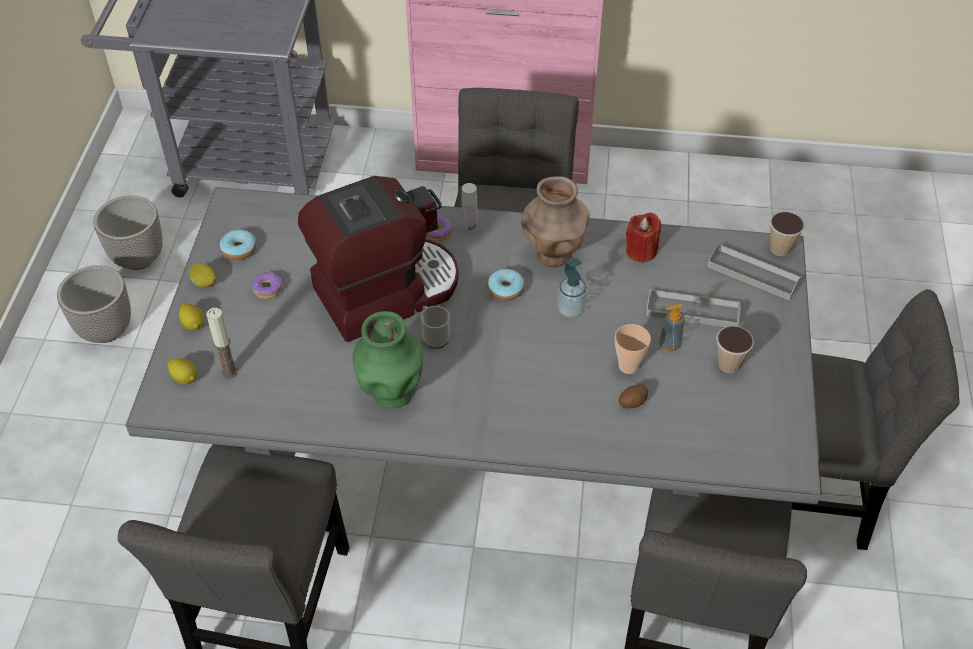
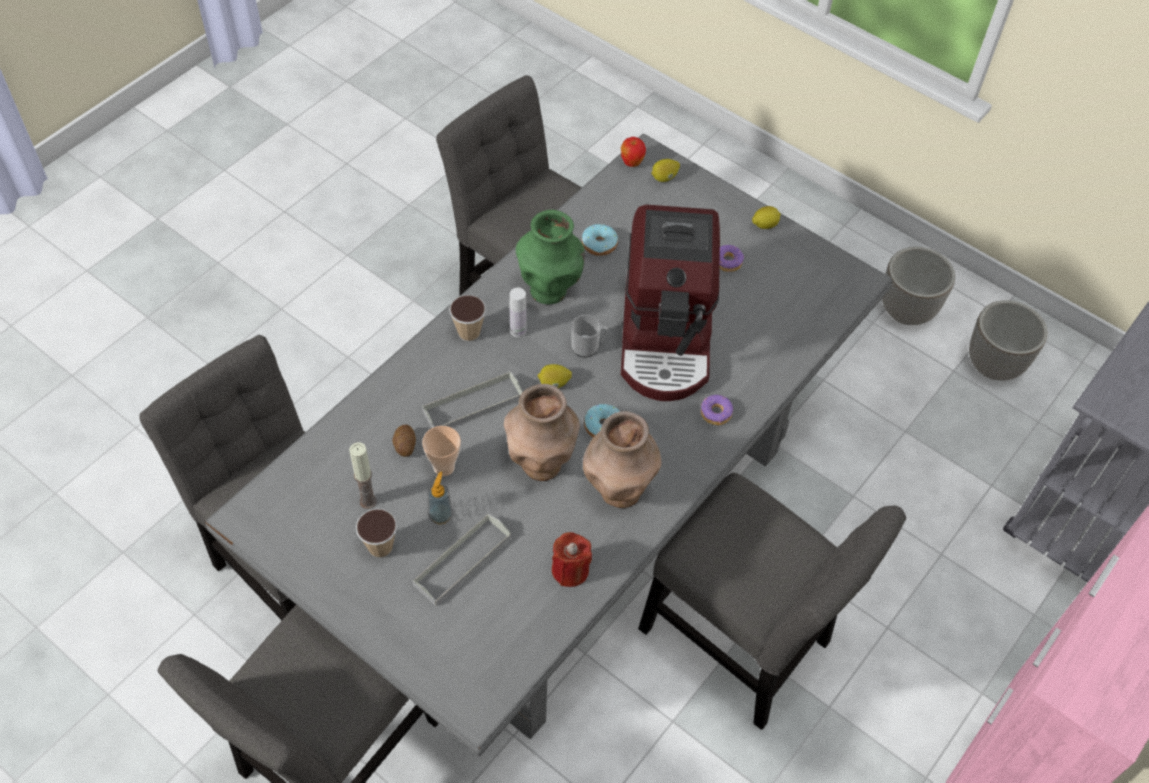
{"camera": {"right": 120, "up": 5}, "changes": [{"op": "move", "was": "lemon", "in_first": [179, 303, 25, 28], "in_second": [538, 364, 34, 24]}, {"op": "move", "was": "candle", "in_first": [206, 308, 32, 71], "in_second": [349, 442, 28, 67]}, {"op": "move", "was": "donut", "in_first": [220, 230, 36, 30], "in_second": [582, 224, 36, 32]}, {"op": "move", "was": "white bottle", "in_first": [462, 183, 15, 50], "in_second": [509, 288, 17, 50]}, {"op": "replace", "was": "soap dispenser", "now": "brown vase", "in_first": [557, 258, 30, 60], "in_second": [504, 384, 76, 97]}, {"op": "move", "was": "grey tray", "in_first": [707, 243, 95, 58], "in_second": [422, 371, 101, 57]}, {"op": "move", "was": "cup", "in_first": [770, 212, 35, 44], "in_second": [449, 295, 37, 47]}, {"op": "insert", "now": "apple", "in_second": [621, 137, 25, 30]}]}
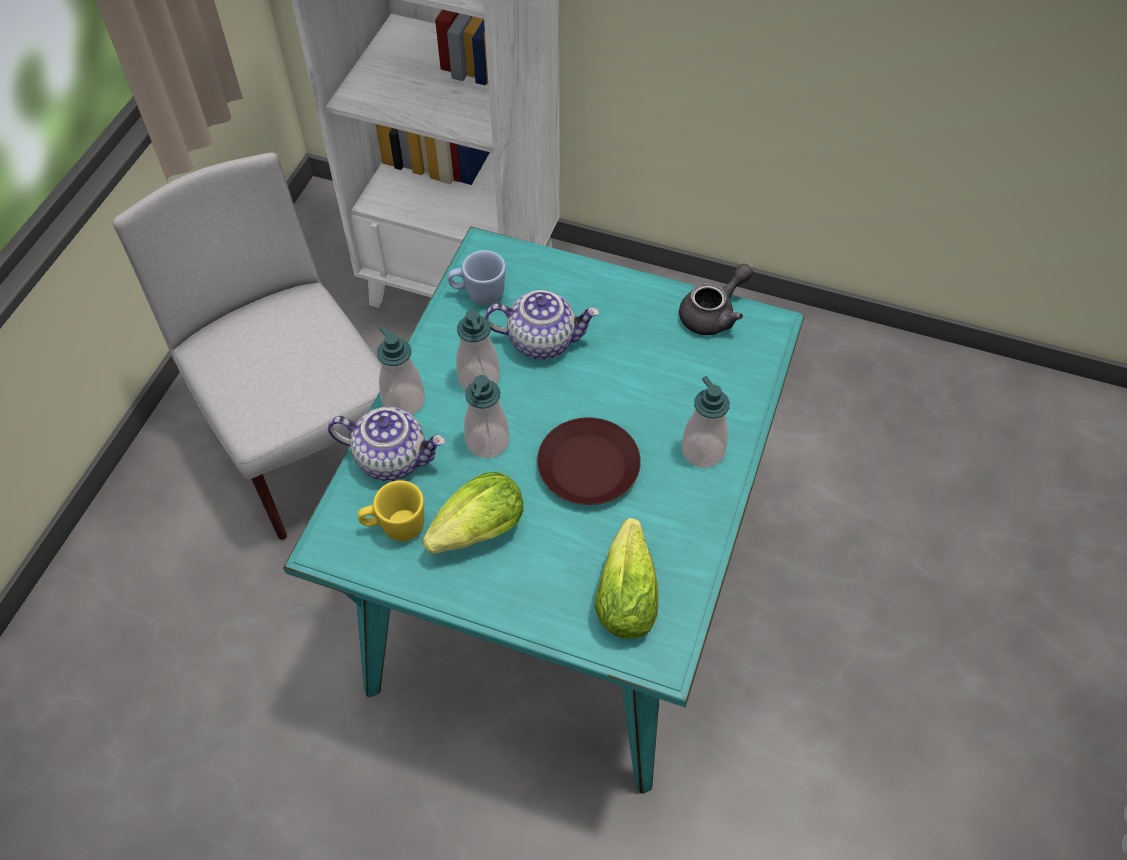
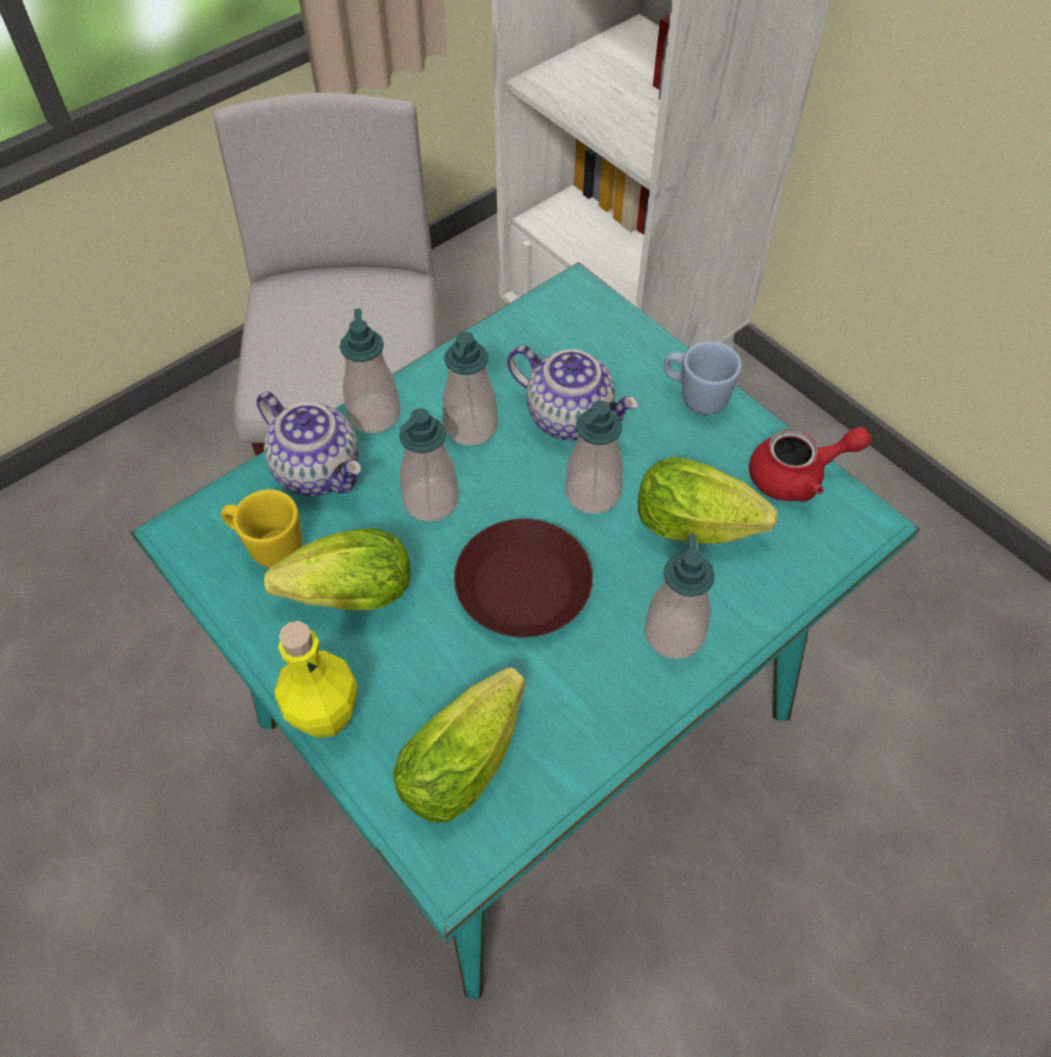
{"camera": {"right": 30, "up": 0}, "changes": [{"op": "move", "was": "blue mug", "in_first": [448, 250, 58, 56], "in_second": [664, 341, 78, 74]}, {"op": "recolor", "was": "grey teapot", "now": "red teapot", "in_first": [679, 263, 74, 72], "in_second": [749, 427, 122, 75]}, {"op": "insert", "now": "yellow bottle", "in_second": [275, 621, 83, 117]}, {"op": "insert", "now": "soap dispenser", "in_second": [565, 400, 58, 114]}, {"op": "insert", "now": "lettuce", "in_second": [638, 457, 139, 87]}]}
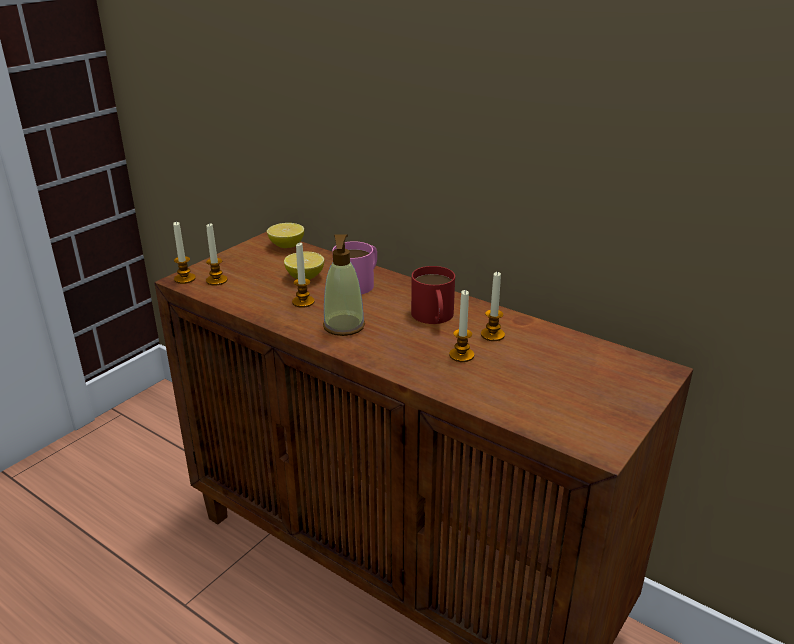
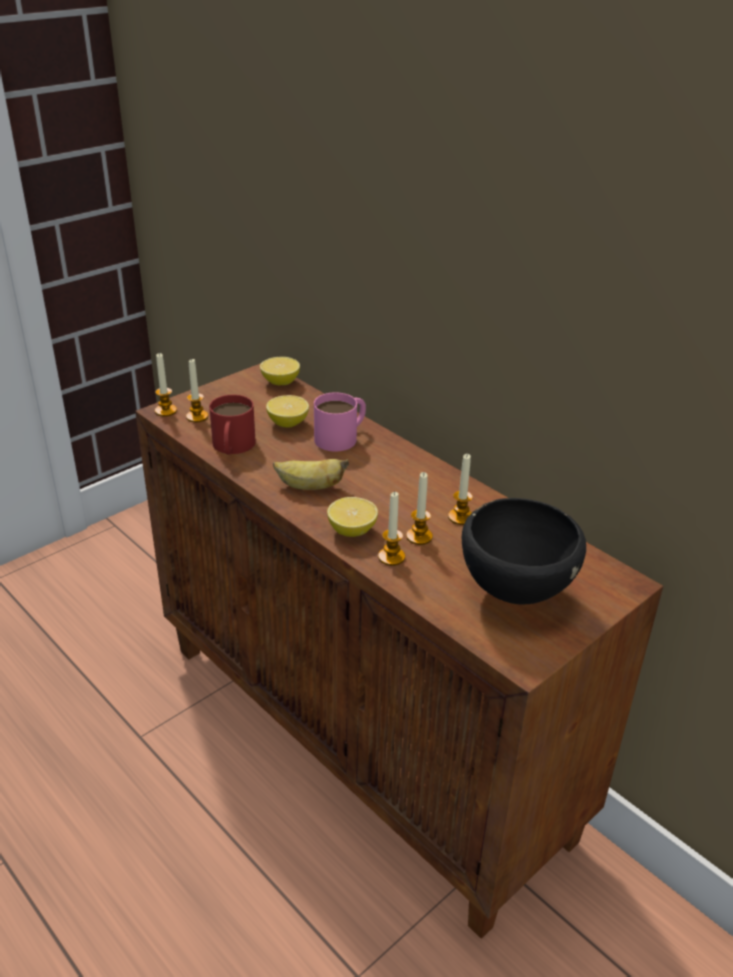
{"camera": {"right": 10, "up": 5}, "changes": [{"op": "move", "was": "candle", "in_first": [292, 243, 22, 65], "in_second": [378, 492, 27, 74]}, {"op": "replace", "was": "soap dispenser", "now": "banana", "in_first": [323, 235, 42, 101], "in_second": [273, 459, 76, 31]}, {"op": "move", "was": "red mug", "in_first": [411, 266, 44, 58], "in_second": [209, 395, 47, 59]}, {"op": "insert", "now": "lemon", "in_second": [327, 497, 51, 40]}, {"op": "insert", "now": "black bowl", "in_second": [462, 498, 124, 106]}]}
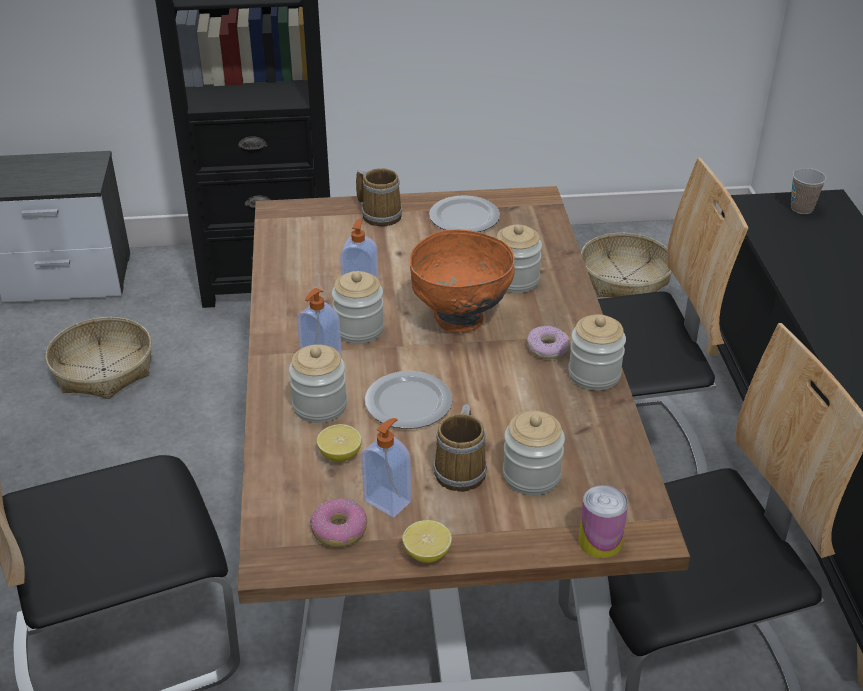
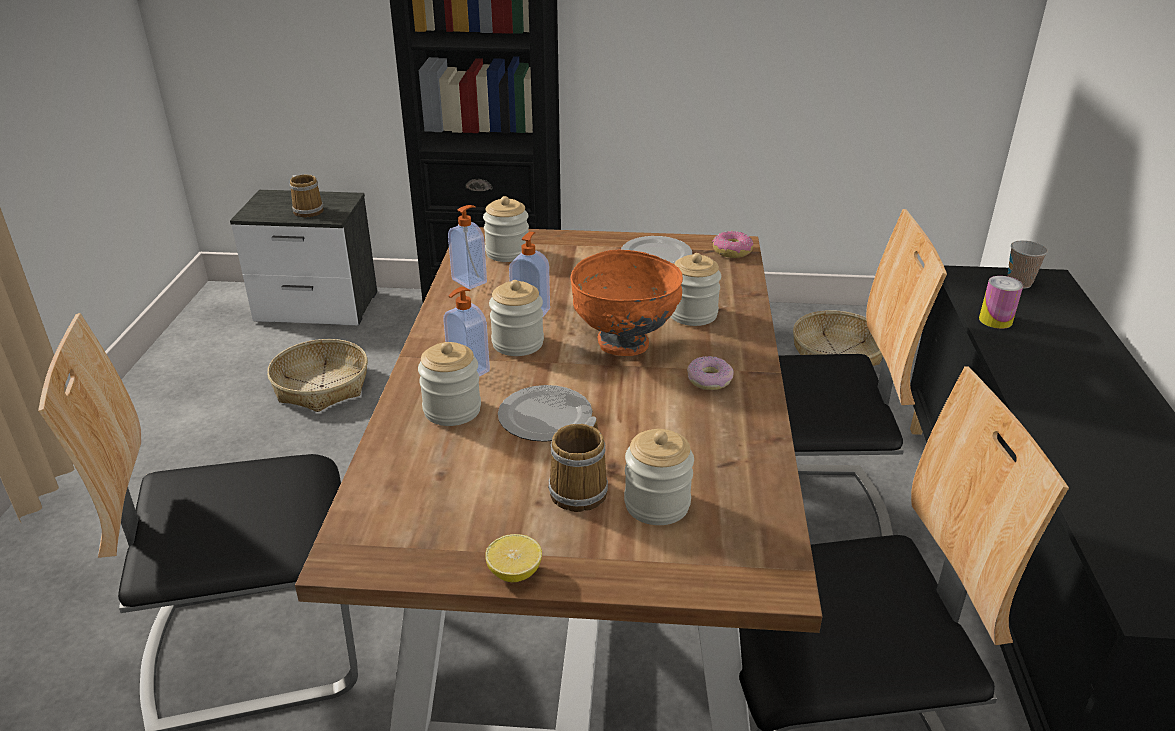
{"camera": {"right": 10, "up": -5}, "changes": [{"op": "move", "was": "donut", "in_first": [310, 498, 57, 49], "in_second": [712, 231, 41, 27]}, {"op": "delete", "was": "lemon", "in_first": [317, 424, 45, 38]}, {"op": "move", "was": "mug", "in_first": [356, 168, 46, 58], "in_second": [290, 174, 34, 43]}, {"op": "move", "was": "soap dispenser", "in_first": [361, 418, 50, 99], "in_second": [448, 205, 39, 84]}, {"op": "move", "was": "jar", "in_first": [568, 315, 58, 76], "in_second": [483, 196, 46, 66]}, {"op": "move", "was": "can", "in_first": [579, 485, 49, 73], "in_second": [979, 276, 44, 53]}]}
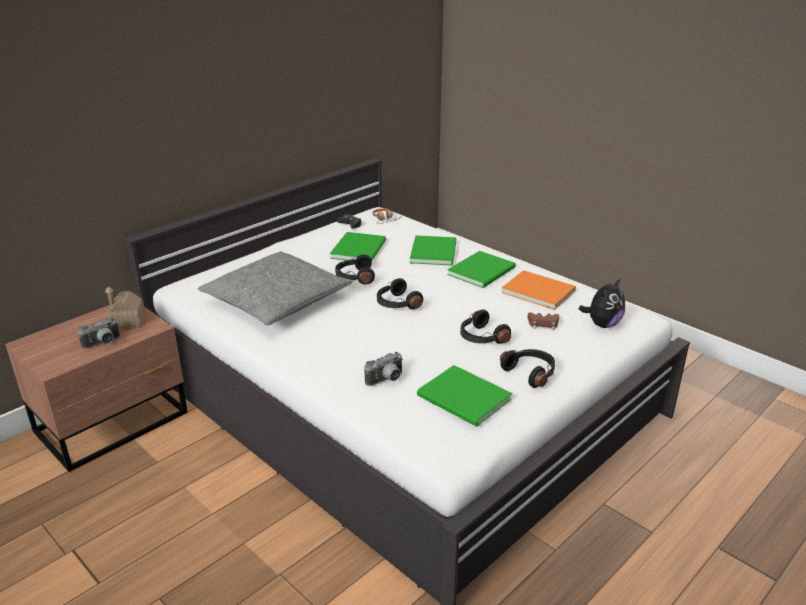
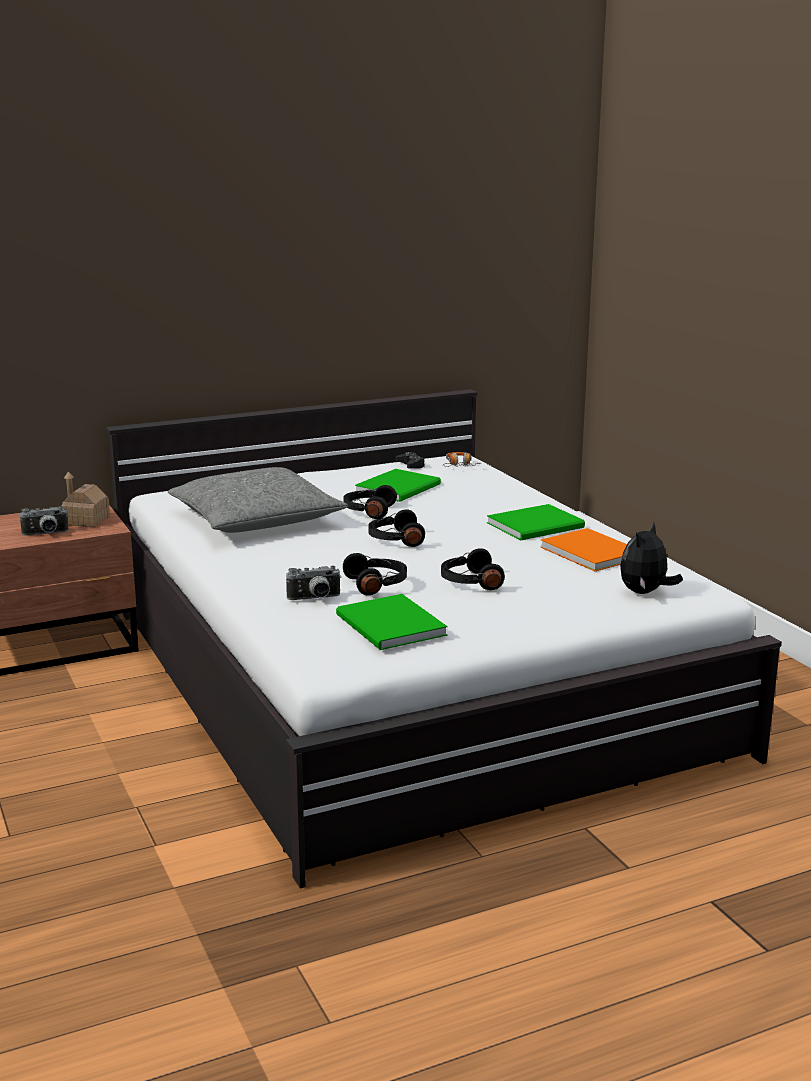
{"camera": {"right": 20, "up": -10}, "changes": [{"op": "delete", "was": "green book", "in_first": [410, 235, 46, 30]}, {"op": "move", "was": "black headphones", "in_first": [500, 349, 55, 39], "in_second": [343, 553, 64, 42]}, {"op": "delete", "was": "brown game controller", "in_first": [527, 312, 32, 18]}, {"op": "rotate", "was": "plush toy", "in_first": [579, 278, 46, 50], "in_second": [620, 523, 63, 71], "clockwise": 150}]}
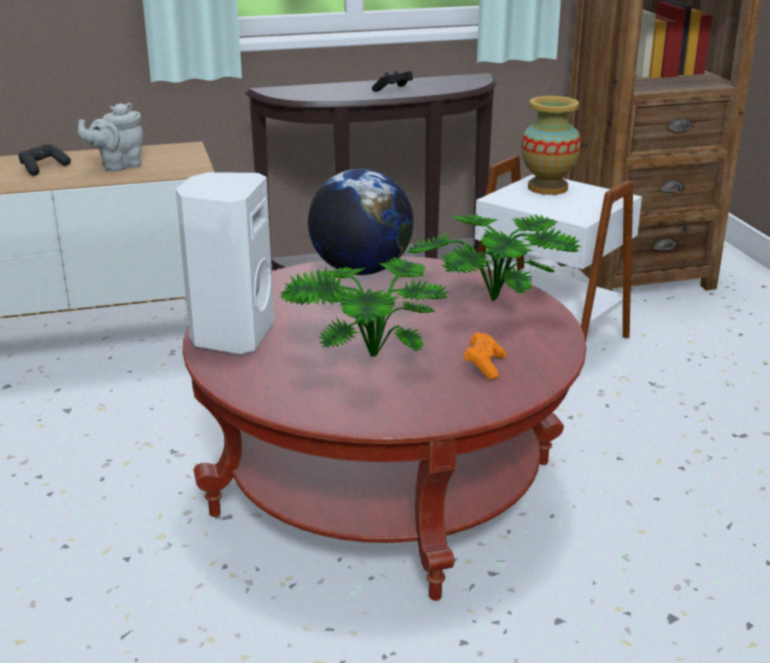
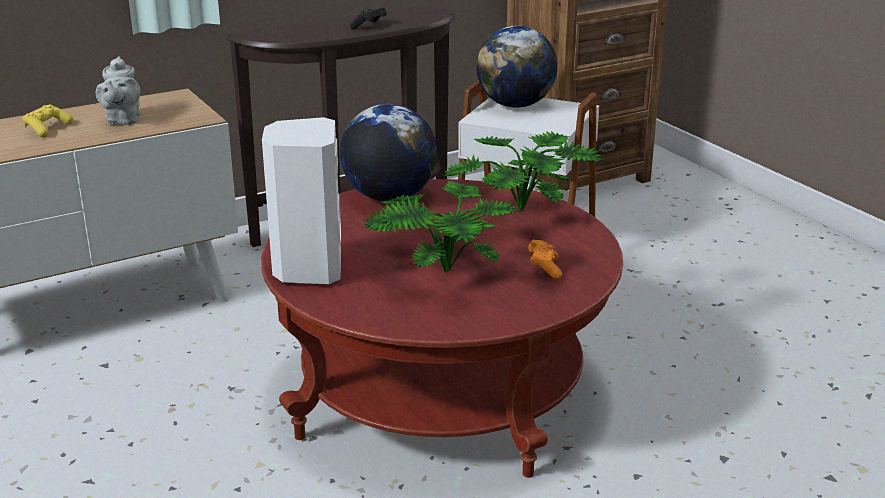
{"camera": {"right": -15, "up": 0}, "changes": [{"op": "recolor", "was": "black game controller", "now": "yellow game controller", "in_first": [19, 144, 52, 32], "in_second": [22, 105, 51, 33]}, {"op": "rotate", "was": "grey teapot", "in_first": [78, 103, 65, 68], "in_second": [96, 56, 44, 69], "clockwise": -45}, {"op": "replace", "was": "vase", "now": "globe", "in_first": [521, 96, 60, 99], "in_second": [476, 26, 82, 82]}]}
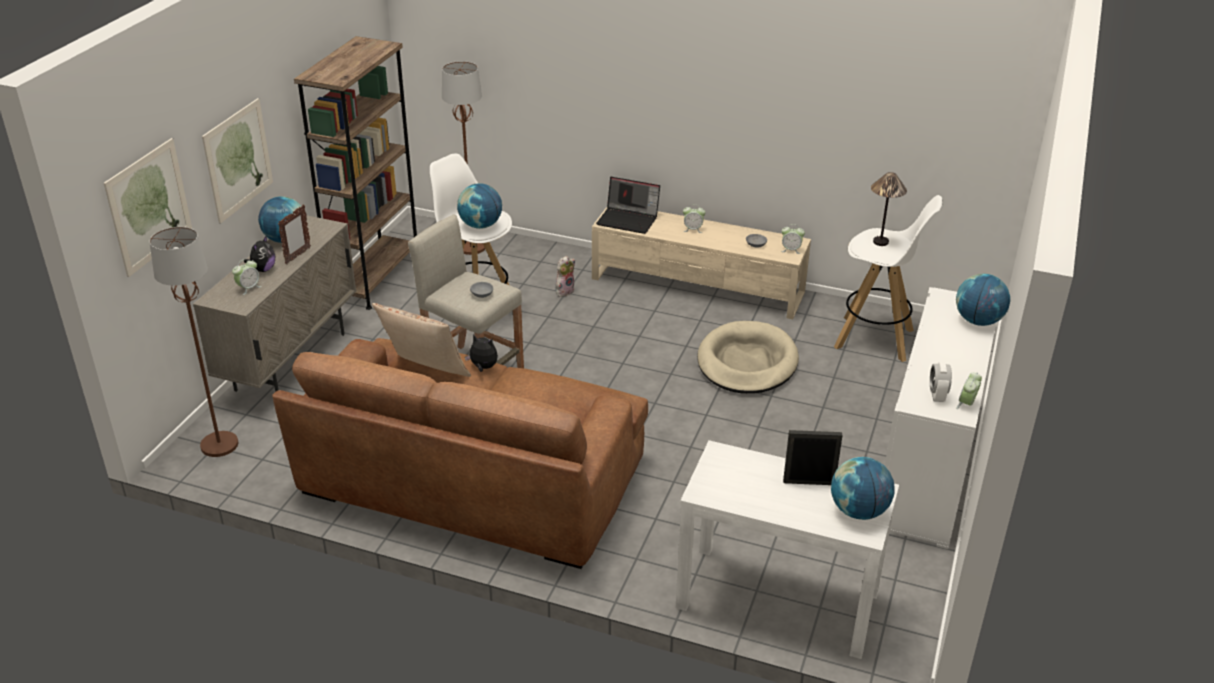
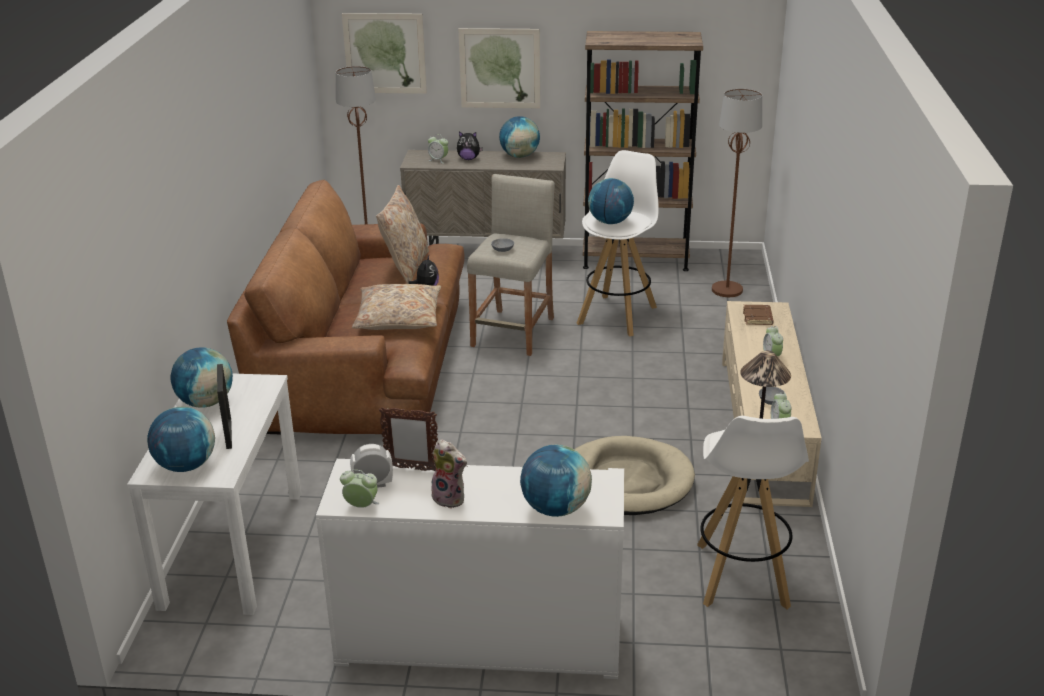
{"camera": {"right": 75, "up": -5}, "changes": [{"op": "move", "was": "picture frame", "in_first": [278, 204, 33, 60], "in_second": [379, 407, 59, 64]}, {"op": "move", "was": "plush toy", "in_first": [555, 256, 20, 41], "in_second": [431, 439, 36, 69]}, {"op": "replace", "was": "laptop", "now": "brown book", "in_first": [596, 177, 64, 57], "in_second": [743, 304, 31, 21]}, {"op": "insert", "now": "globe", "in_second": [170, 347, 63, 61]}, {"op": "insert", "now": "beige pillow", "in_second": [352, 284, 89, 46]}]}
